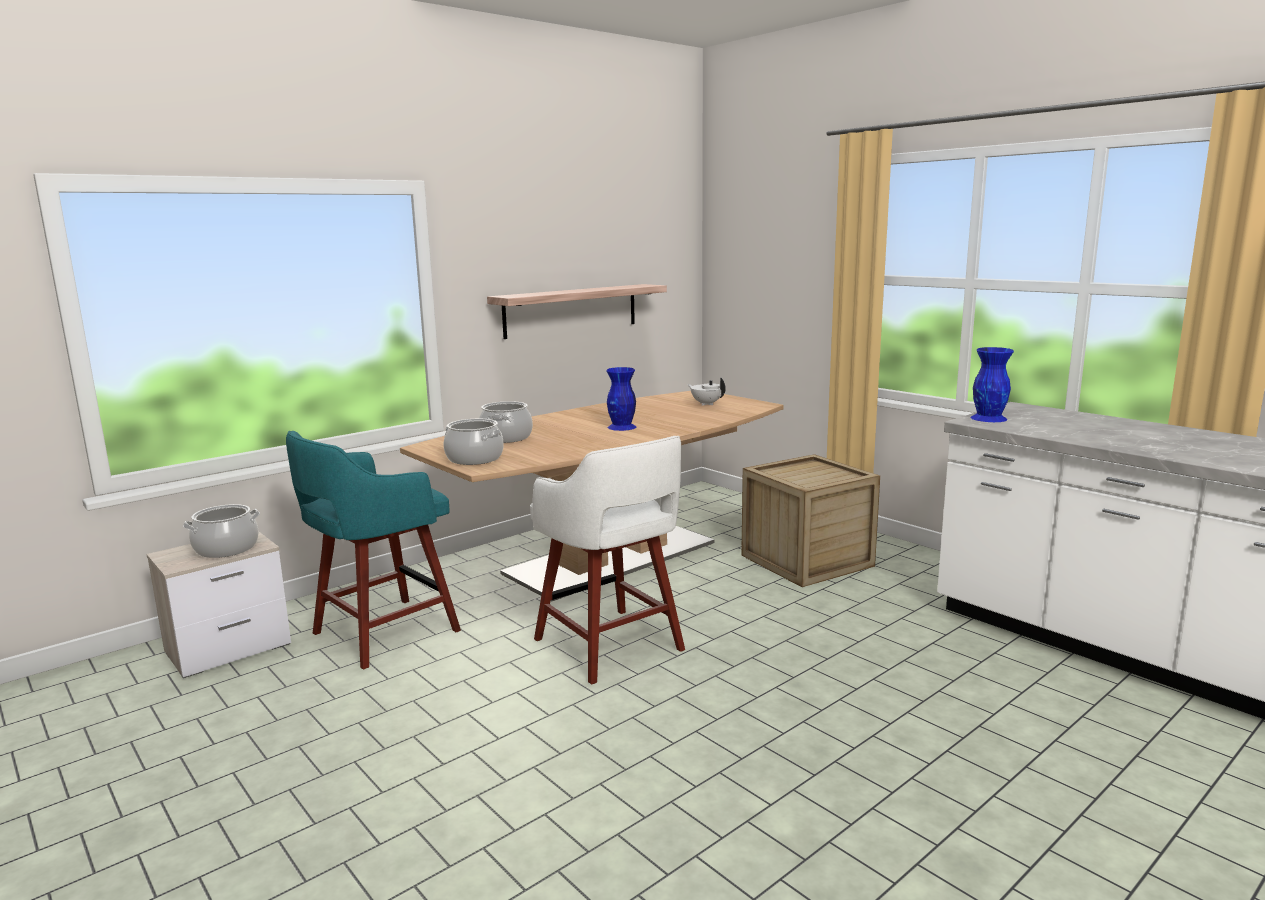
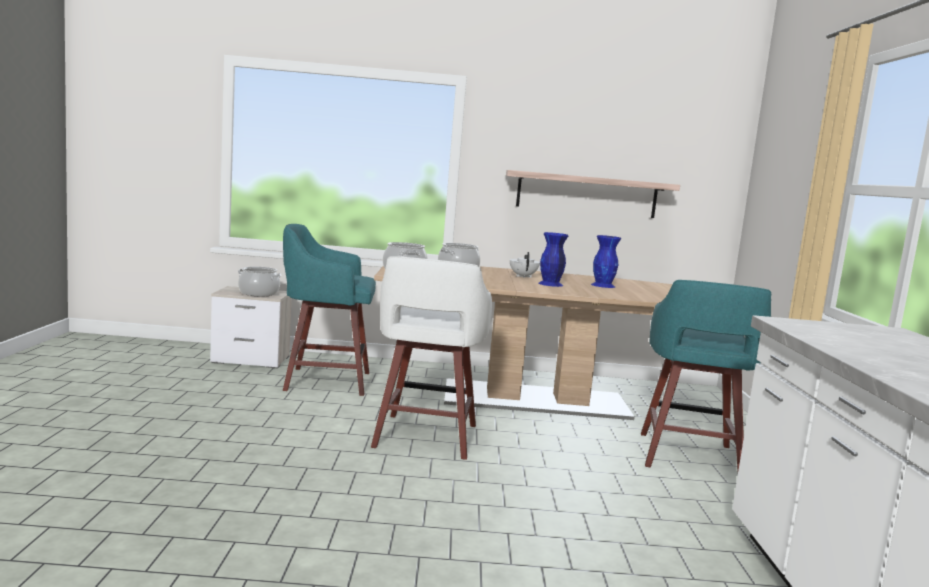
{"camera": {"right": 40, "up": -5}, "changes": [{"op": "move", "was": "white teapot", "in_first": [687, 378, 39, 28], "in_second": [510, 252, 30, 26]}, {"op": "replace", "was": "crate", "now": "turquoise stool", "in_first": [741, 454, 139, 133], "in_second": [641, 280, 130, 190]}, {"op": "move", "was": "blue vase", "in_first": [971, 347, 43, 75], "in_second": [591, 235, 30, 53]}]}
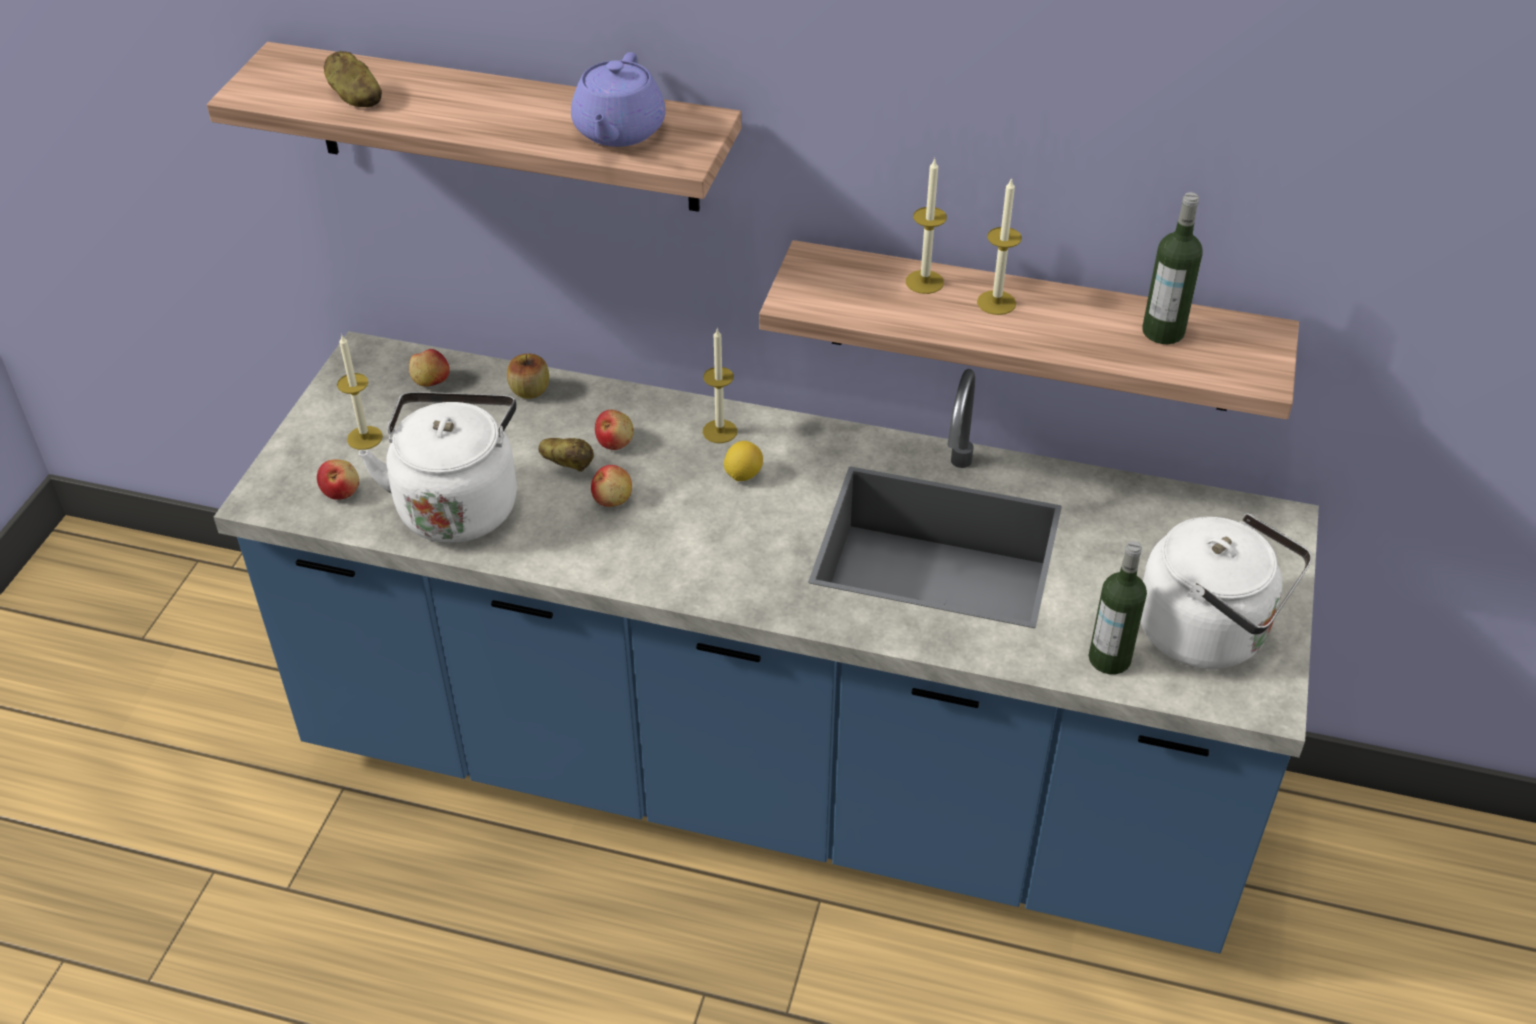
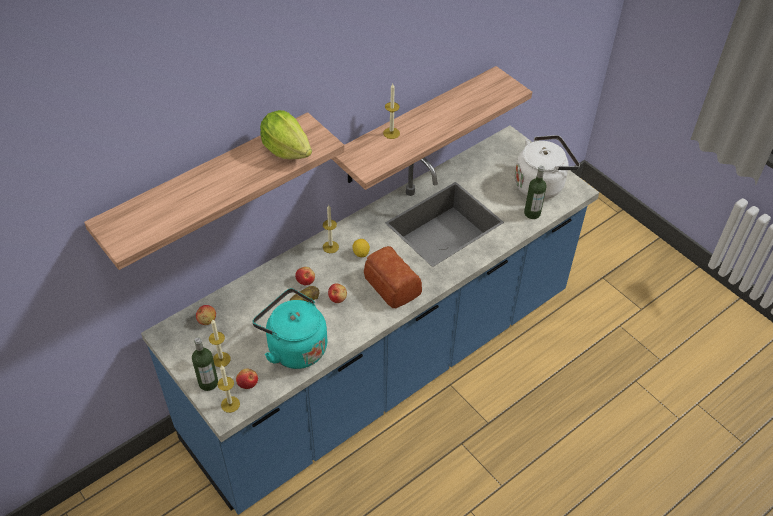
{"camera": {"right": -55, "up": 5}, "changes": [{"op": "delete", "was": "potato", "in_first": [324, 51, 58, 56]}, {"op": "recolor", "was": "white kettle", "now": "turquoise kettle", "in_first": [359, 392, 158, 151], "in_second": [253, 288, 74, 81]}, {"op": "delete", "was": "apple", "in_first": [507, 354, 42, 45]}, {"op": "replace", "was": "purple teapot", "now": "lettuce", "in_first": [571, 52, 95, 95], "in_second": [260, 110, 52, 49]}, {"op": "move", "was": "candle", "in_first": [977, 177, 45, 138], "in_second": [217, 365, 23, 48]}, {"op": "move", "was": "bottle", "in_first": [1142, 192, 61, 152], "in_second": [192, 337, 26, 54]}, {"op": "insert", "now": "bread", "in_second": [364, 246, 58, 62]}]}
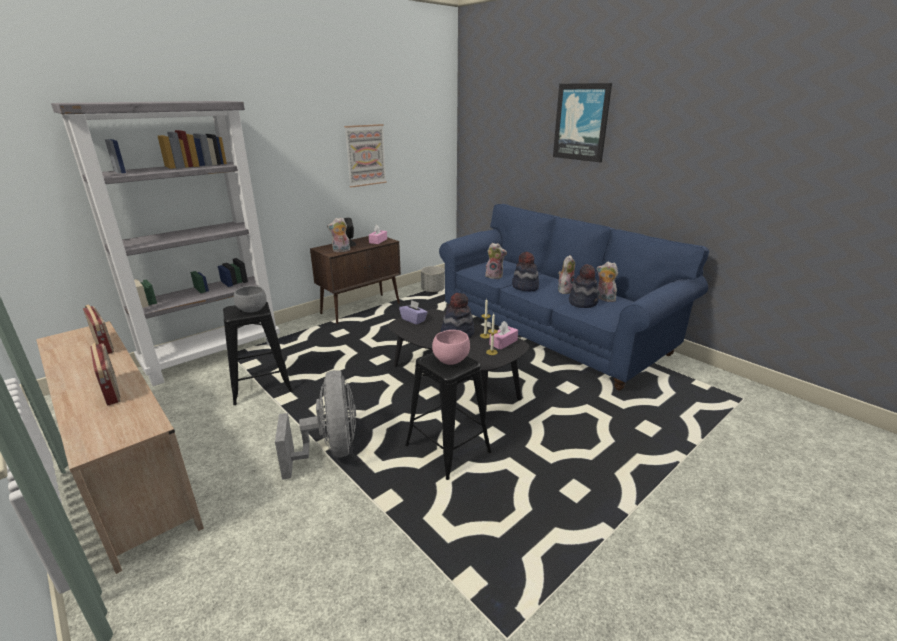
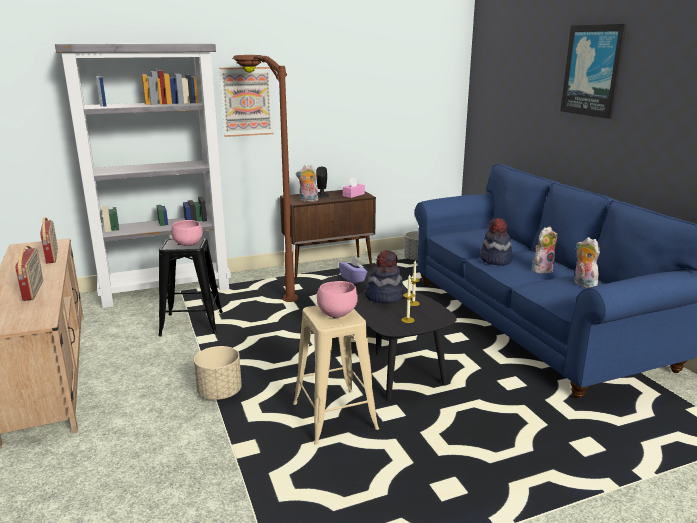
{"camera": {"right": 20, "up": -5}, "changes": [{"op": "recolor", "was": "grey bowl", "now": "pink bowl", "in_first": [234, 286, 33, 27], "in_second": [171, 220, 32, 26]}, {"op": "replace", "was": "grey fan", "now": "beige planter", "in_first": [275, 370, 81, 110], "in_second": [194, 346, 48, 54]}, {"op": "move", "was": "picture", "in_first": [344, 124, 43, 64], "in_second": [219, 67, 54, 70]}, {"op": "recolor", "was": "black stool", "now": "beige stool", "in_first": [405, 352, 87, 128], "in_second": [293, 306, 86, 139]}, {"op": "delete", "was": "plush toy", "in_first": [485, 243, 22, 36]}, {"op": "delete", "was": "pink tissue box", "in_first": [489, 321, 29, 29]}, {"op": "delete", "was": "hat", "in_first": [569, 264, 30, 44]}, {"op": "insert", "now": "brown floor lamp", "in_second": [232, 55, 66, 247]}]}
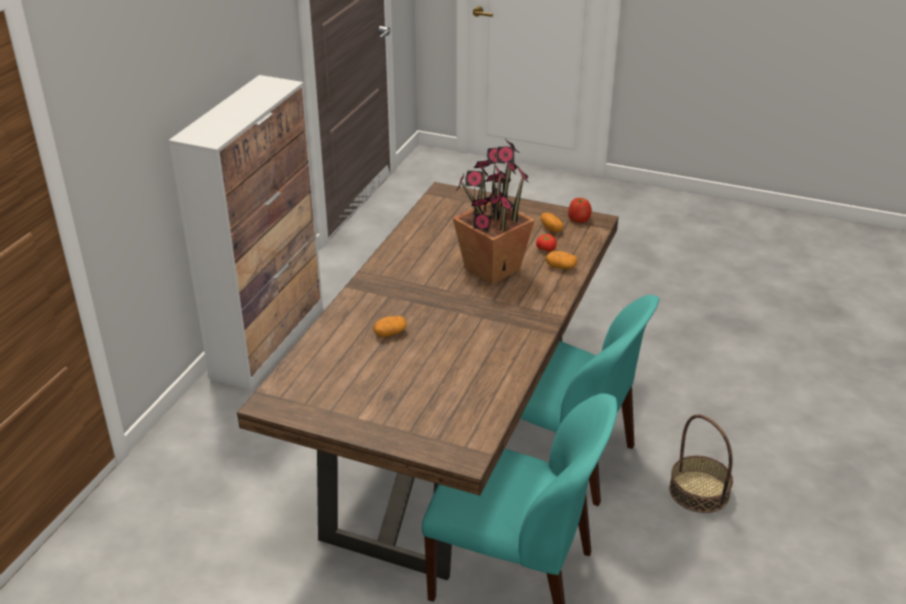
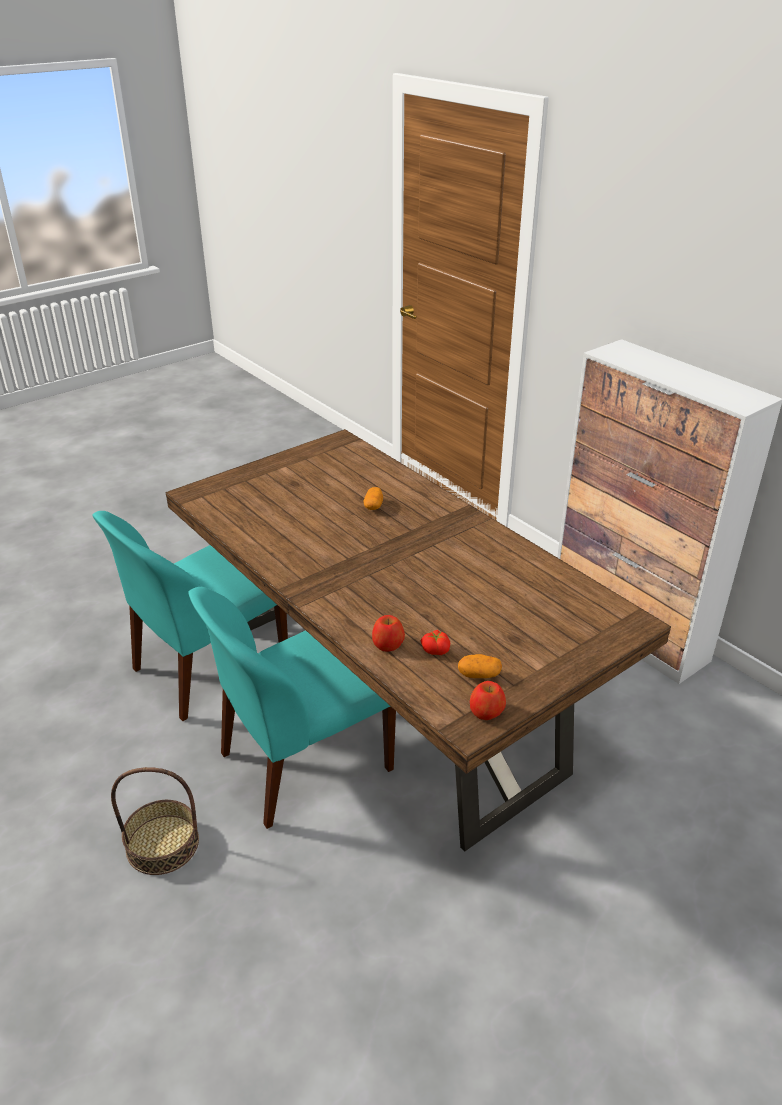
{"camera": {"right": 120, "up": 0}, "changes": [{"op": "delete", "was": "potted plant", "in_first": [453, 140, 82, 144]}, {"op": "replace", "was": "potato", "now": "apple", "in_first": [545, 251, 32, 18], "in_second": [372, 615, 33, 37]}]}
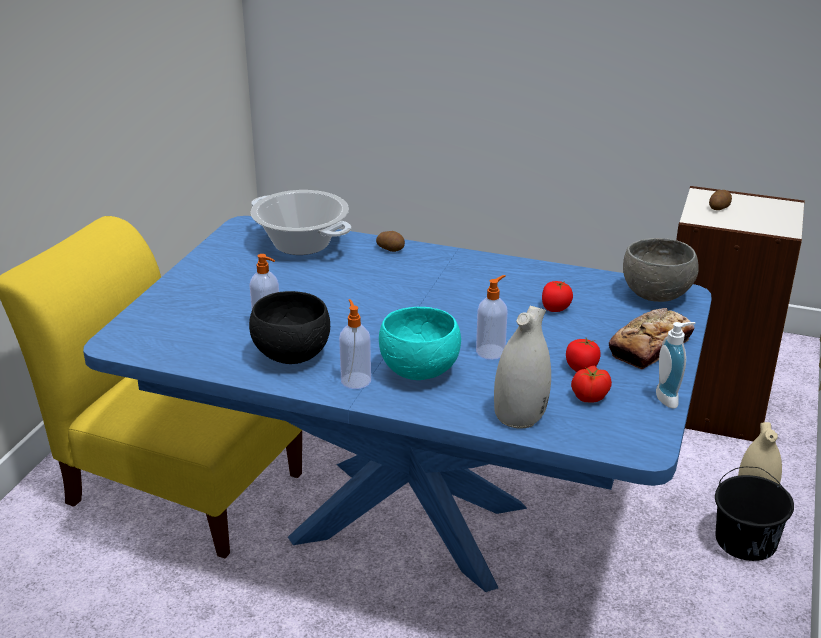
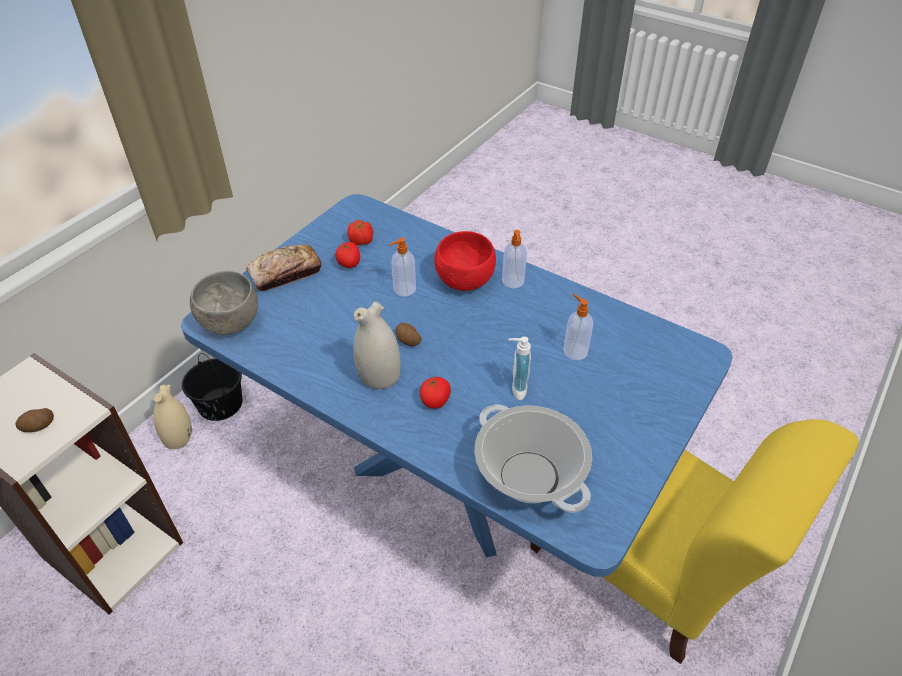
{"camera": {"right": -165, "up": 15}, "changes": [{"op": "delete", "was": "black bowl", "in_first": [249, 291, 81, 73]}, {"op": "move", "was": "potato", "in_first": [376, 231, 29, 21], "in_second": [396, 323, 25, 23]}, {"op": "recolor", "was": "turquoise bowl", "now": "red bowl", "in_first": [379, 307, 82, 73], "in_second": [434, 231, 62, 60]}, {"op": "move", "was": "white vase", "in_first": [494, 305, 57, 124], "in_second": [353, 301, 48, 88]}, {"op": "move", "was": "tomato", "in_first": [542, 281, 31, 31], "in_second": [420, 377, 31, 31]}, {"op": "move", "was": "soap dispenser", "in_first": [656, 322, 39, 87], "in_second": [508, 337, 23, 63]}]}
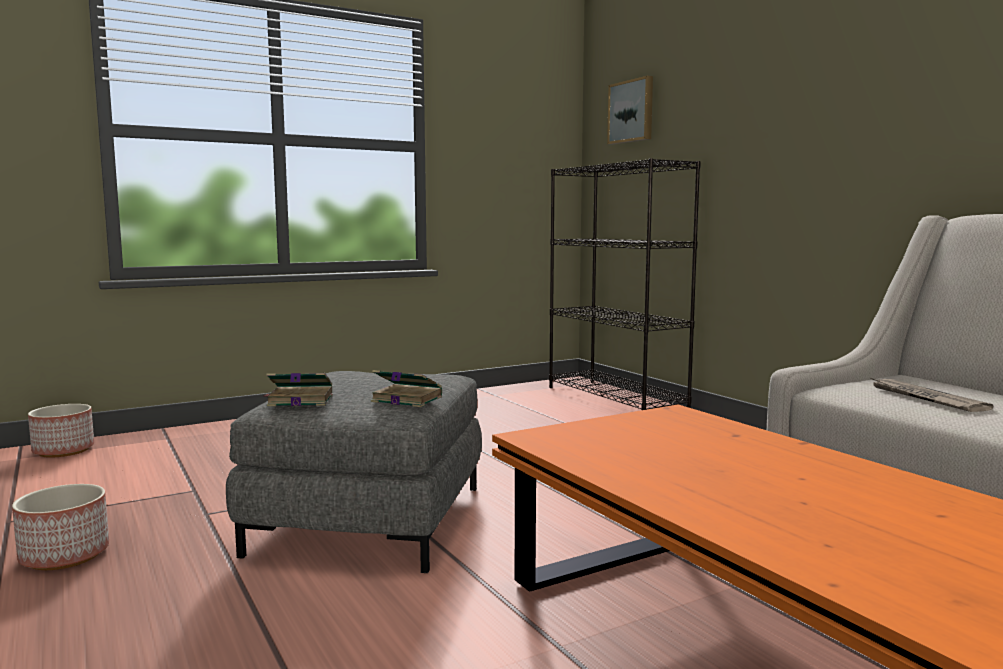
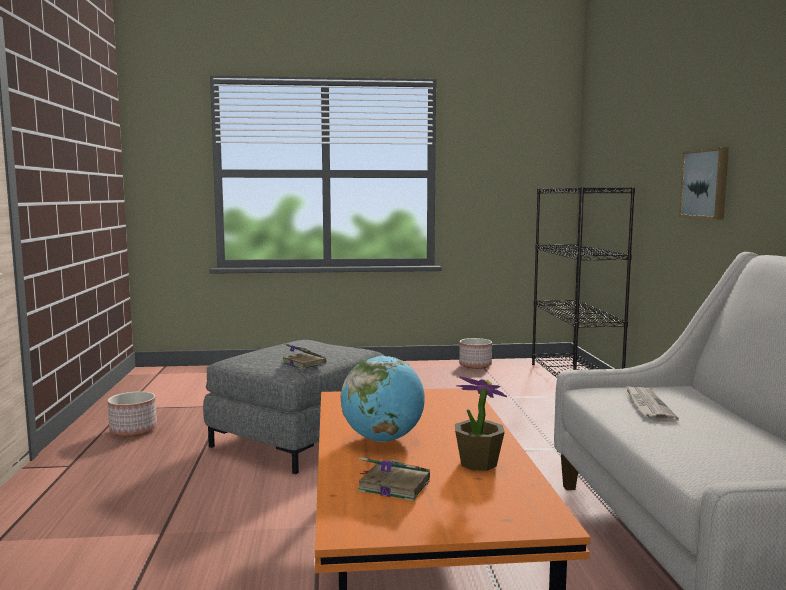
{"camera": {"right": 25, "up": 0}, "changes": [{"op": "move", "was": "planter", "in_first": [28, 404, 66, 54], "in_second": [459, 338, 33, 31]}, {"op": "move", "was": "book", "in_first": [264, 373, 69, 33], "in_second": [357, 457, 73, 44]}, {"op": "move", "was": "picture", "in_first": [607, 76, 46, 69], "in_second": [679, 147, 50, 72]}, {"op": "insert", "now": "globe", "in_second": [341, 356, 84, 86]}, {"op": "insert", "now": "potted plant", "in_second": [455, 376, 52, 95]}]}
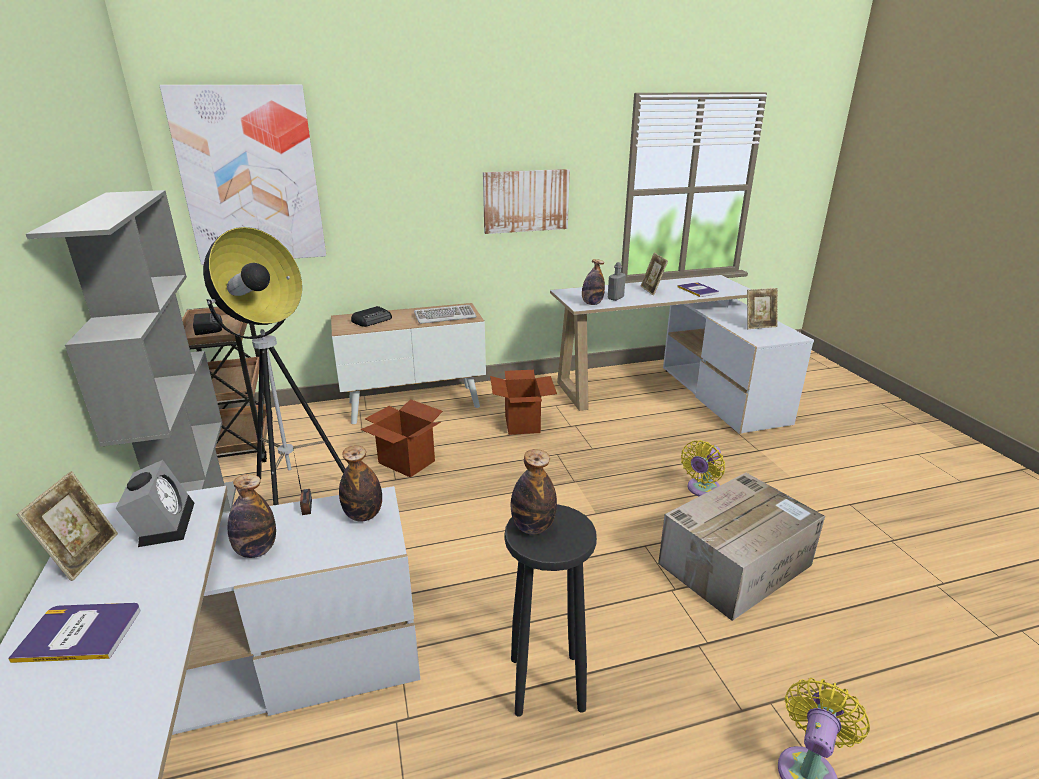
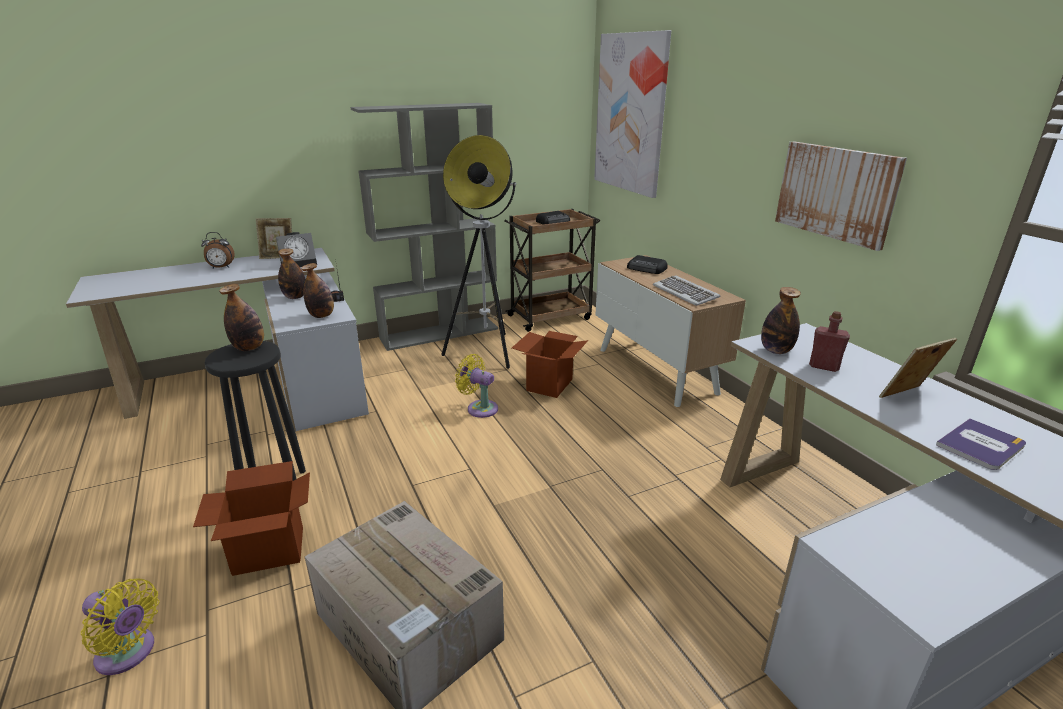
{"camera": {"right": 80, "up": 0}, "changes": [{"op": "replace", "was": "book", "now": "alarm clock", "in_first": [8, 603, 132, 60], "in_second": [201, 232, 34, 37]}, {"op": "move", "was": "cardboard box", "in_first": [490, 370, 67, 65], "in_second": [193, 461, 117, 115]}, {"op": "recolor", "was": "grey bottle", "now": "red bottle", "in_first": [608, 262, 18, 39], "in_second": [809, 311, 41, 61]}, {"op": "move", "was": "yellow fan", "in_first": [681, 440, 44, 56], "in_second": [455, 354, 43, 64]}, {"op": "delete", "was": "picture frame", "in_first": [747, 288, 31, 41]}]}
